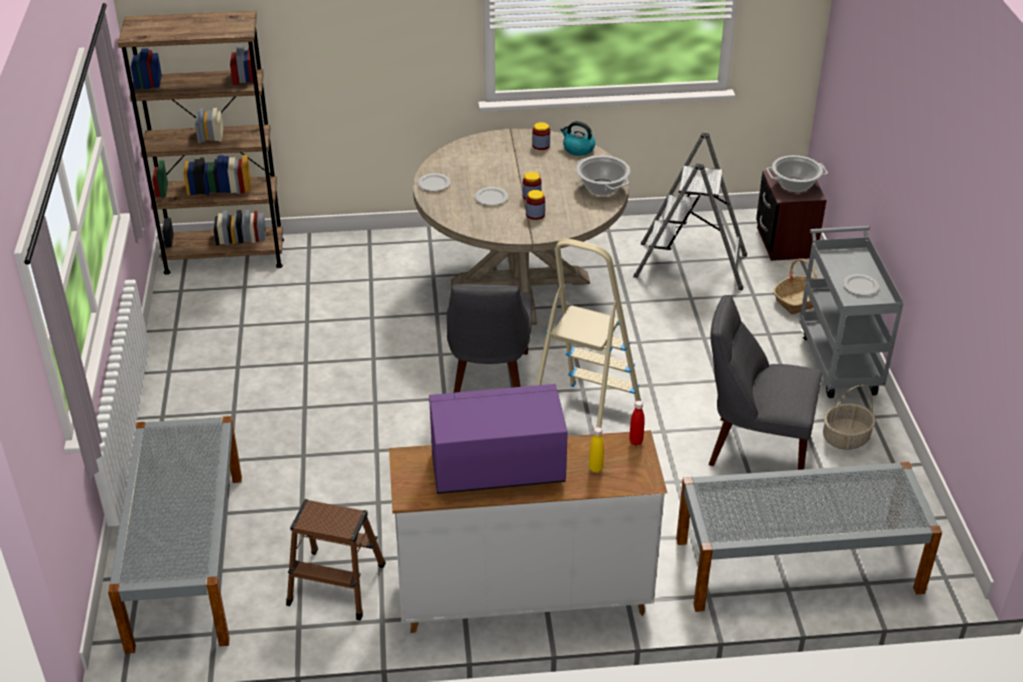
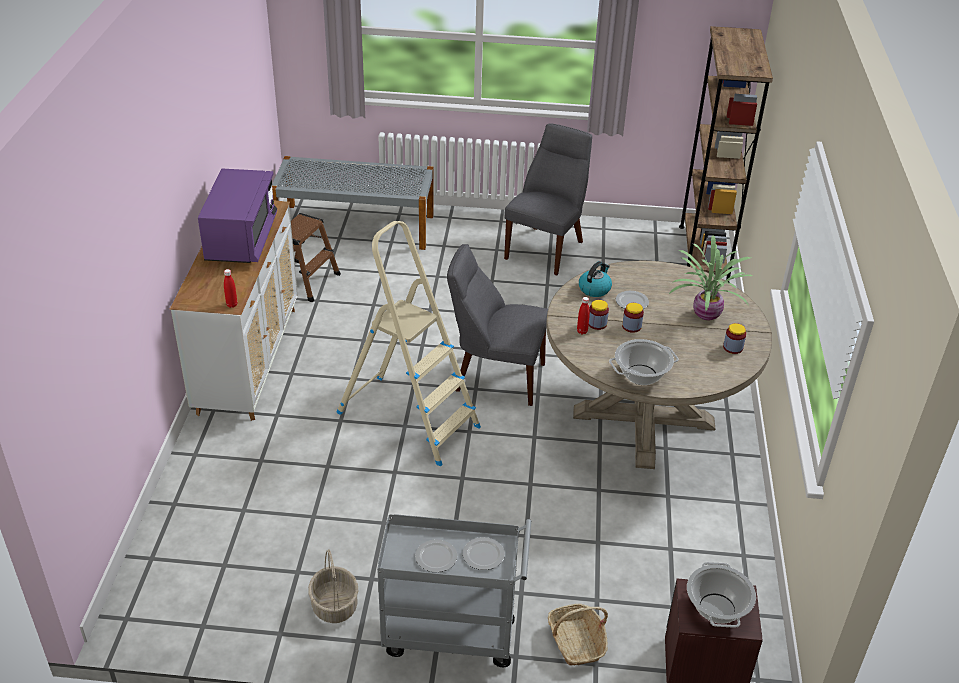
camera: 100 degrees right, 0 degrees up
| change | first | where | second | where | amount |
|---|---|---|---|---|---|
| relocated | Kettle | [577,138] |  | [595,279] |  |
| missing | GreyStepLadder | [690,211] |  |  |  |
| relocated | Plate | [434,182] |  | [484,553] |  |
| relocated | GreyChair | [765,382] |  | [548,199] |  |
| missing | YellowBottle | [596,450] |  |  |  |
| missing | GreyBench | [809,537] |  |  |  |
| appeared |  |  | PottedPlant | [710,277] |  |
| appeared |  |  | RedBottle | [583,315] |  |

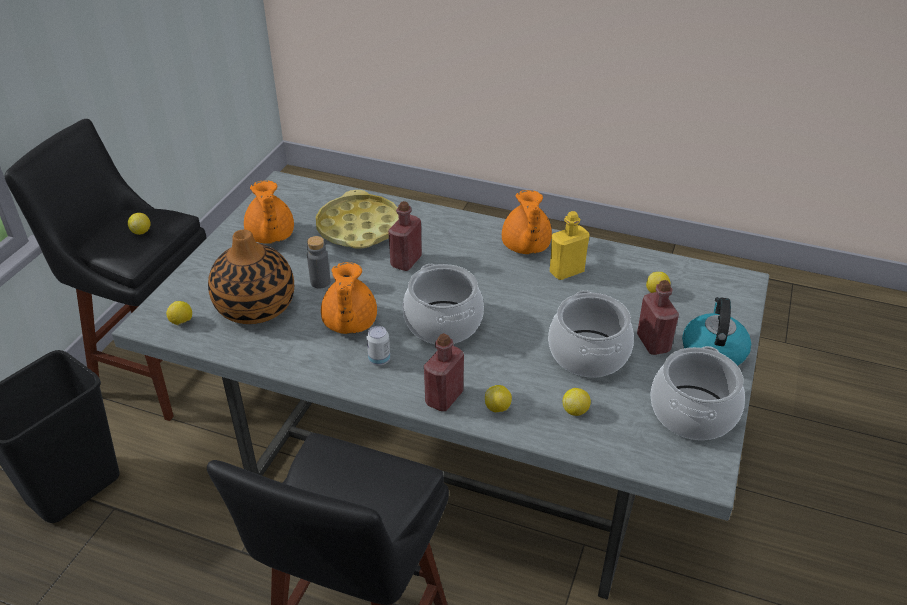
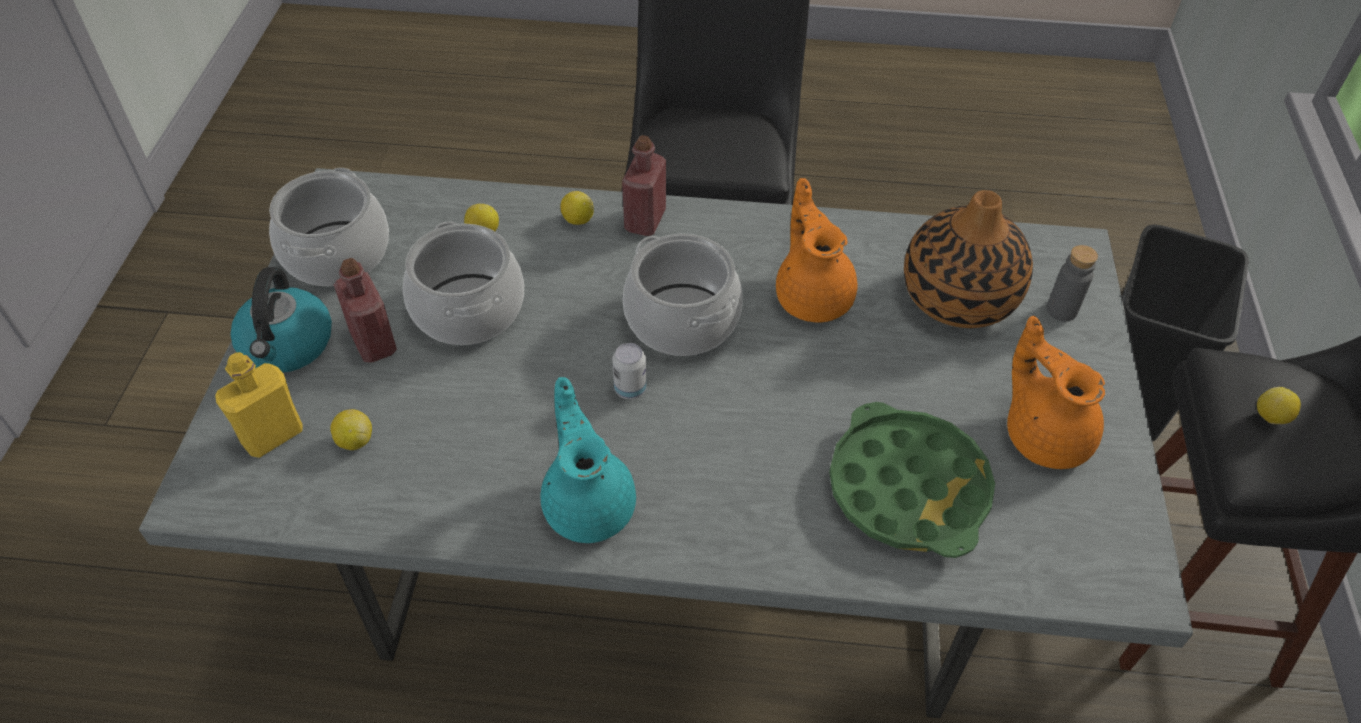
camera: 165 degrees right, 10 degrees up
| change | first | where | second | where | amount |
|---|---|---|---|---|---|
| colour | YellowTray | [357,219] | GreenTray | [912,480] |  |
| colour | OrangeTeapot | [527,222] | TurquoiseTeapot | [588,460] |  |
| missing | RedBottle | [405,236] |  |  |  |
| relocated | YellowBottle | [570,245] |  | [259,405] |  |
| relocated | GreyBottle | [319,262] |  | [1072,283] |  |
| missing | Lemon | [179,313] |  |  |  |
| relocated | Can | [378,345] |  | [629,371] |  |

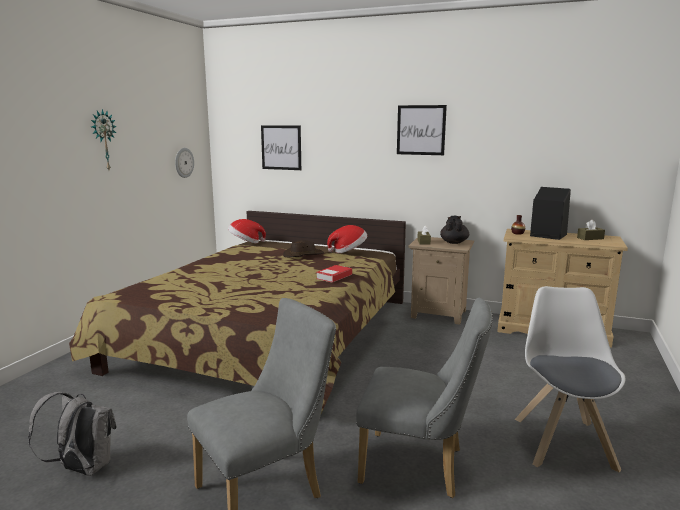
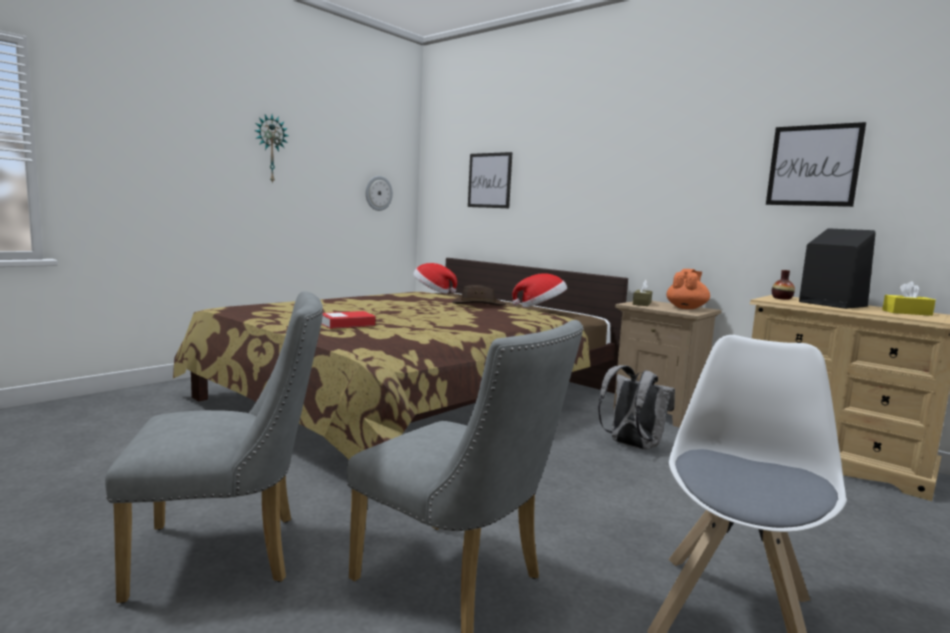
camera: 20 degrees right, 5 degrees down
| change | first | where | second | where | amount |
|---|---|---|---|---|---|
| relocated | Picture | [422,130] |  | [816,164] |  |
| colour | BlackTeapot | [454,230] | OrangeTeapot | [688,289] |  |
| colour | BrownTissueBox | [591,230] | YellowTissueBox | [909,298] |  |
| relocated | Book | [334,274] |  | [348,320] |  |
| relocated | GreyBackpack | [72,434] |  | [636,407] |  |

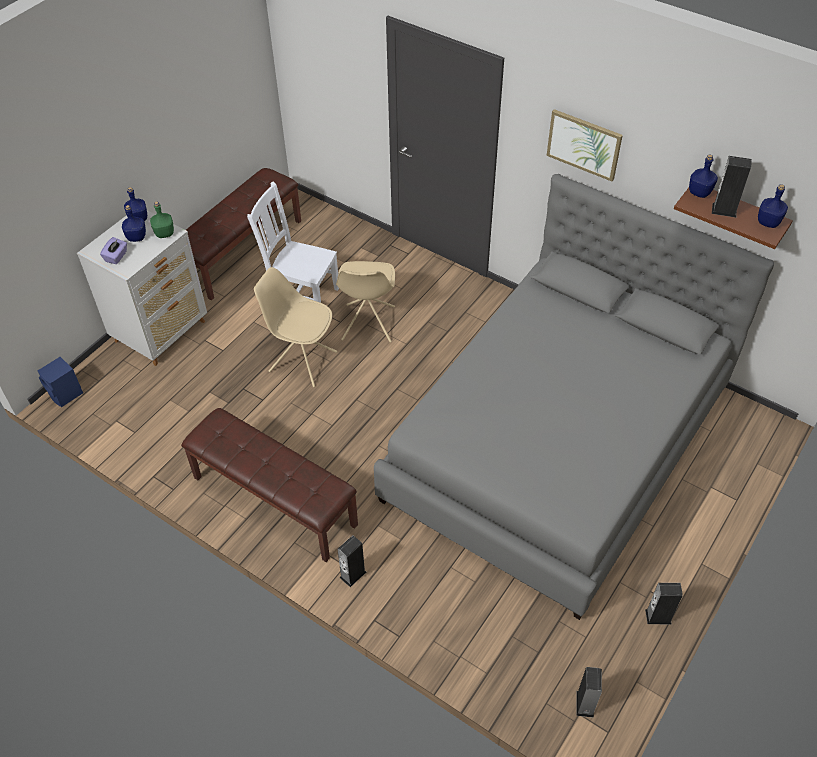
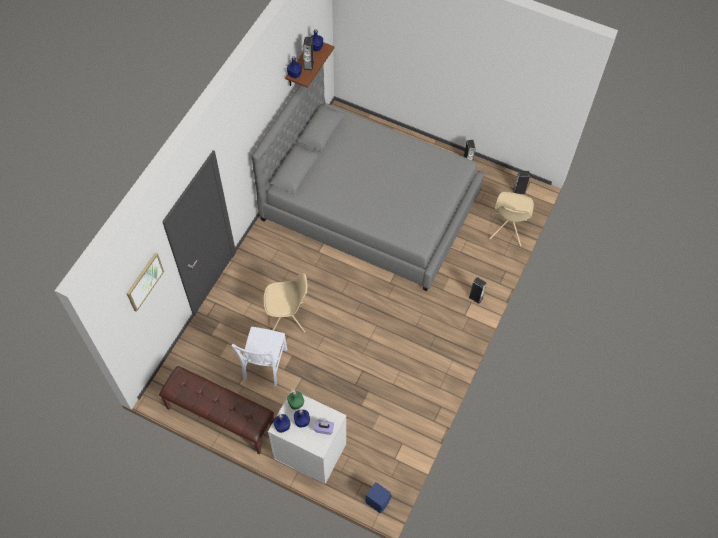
camera: 100 degrees left, 10 degrees up
| change | first | where | second | where | amount |
|---|---|---|---|---|---|
| relocated | Picture | [585,145] |  | [145,282] |  |
| relocated | BeigeChair | [295,327] |  | [511,219] |  |
| missing | BrownBench | [269,485] |  |  |  |

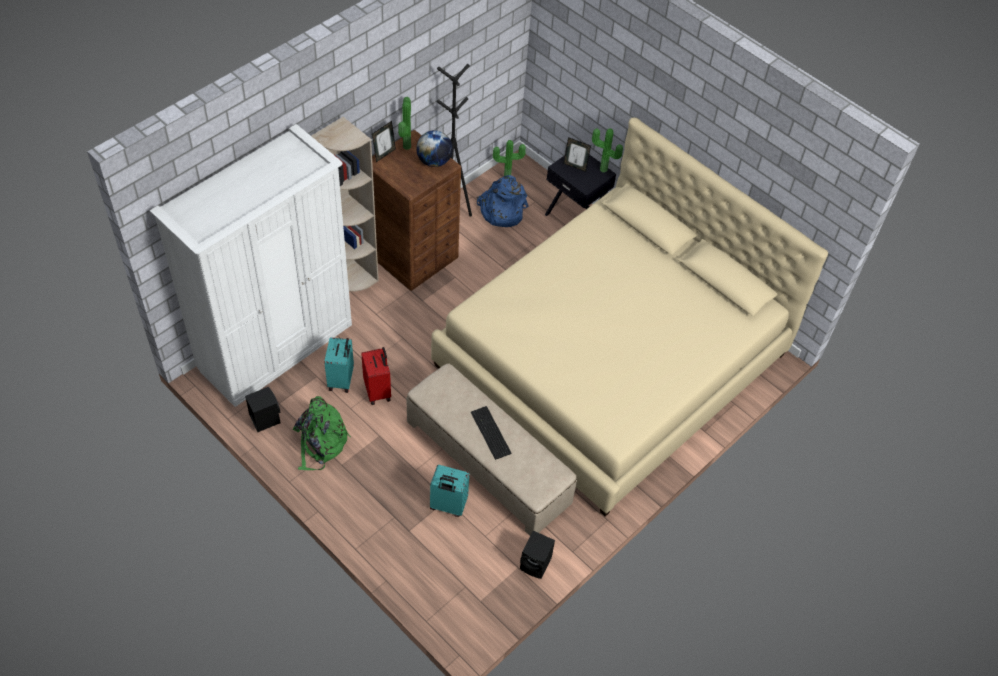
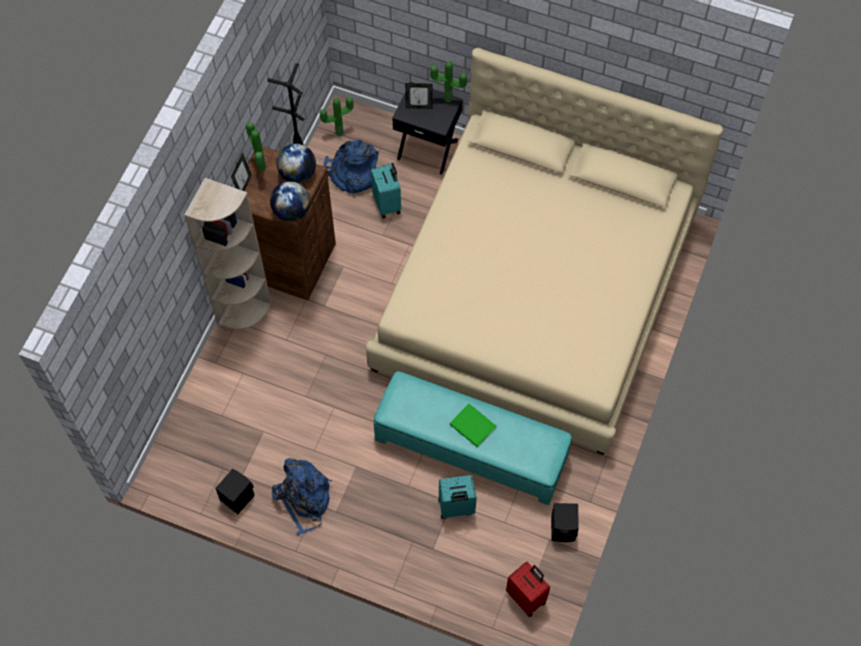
camera: 20 degrees left, 10 degrees up
| change | first | where | second | where | amount |
|---|---|---|---|---|---|
| missing | WhiteWardrobe | [251,265] |  |  |  |
| relocated | TurquoiseSuitcase | [339,365] |  | [386,190] |  |
| relocated | RedSuitcase | [376,376] |  | [528,589] |  |
| colour | BeigeBench | [491,450] | TurquoiseBench | [473,438] |  |
| colour | GreenBackpack | [322,433] | BlueBackpack | [302,496] |  |
| exchanged | Keyboard | [491,433] | GreenBook | [472,425] |  |
| appeared |  |  | Globe | [290,201] |  |

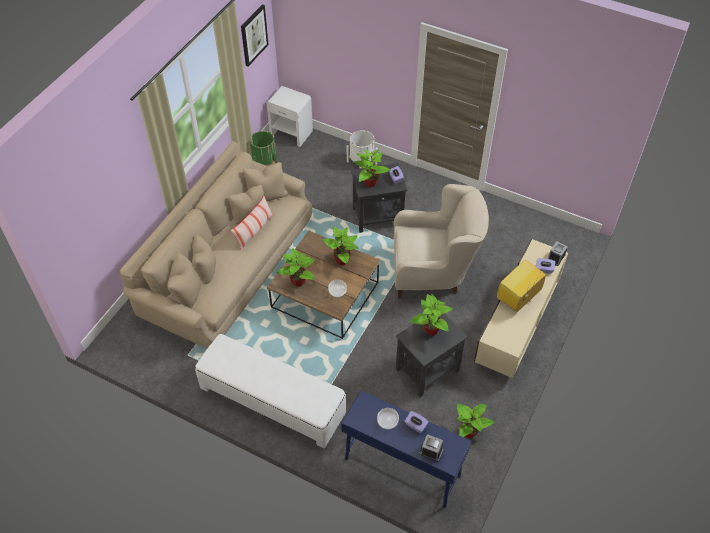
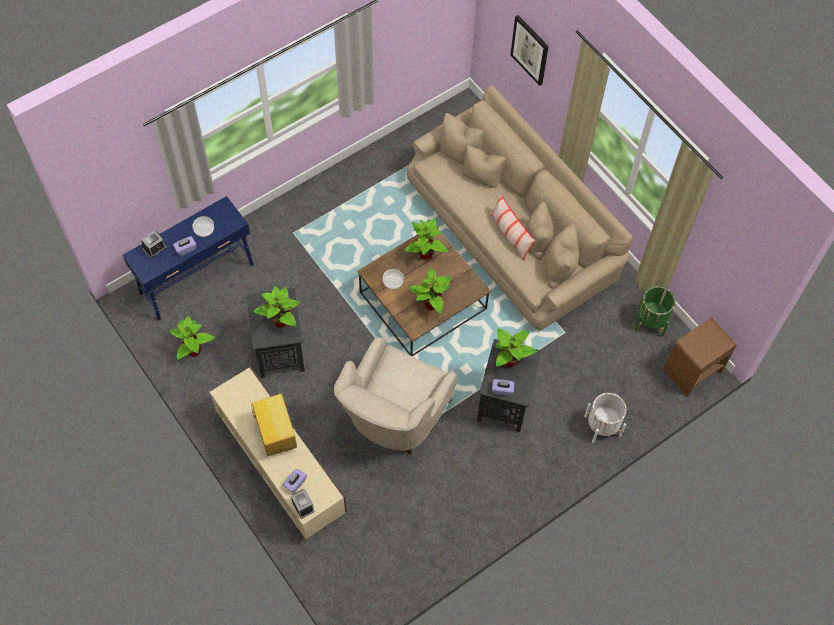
camera: 115 degrees right, 10 degrees up
| change | first | where | second | where | amount |
|---|---|---|---|---|---|
| relocated | Picture | [255,35] |  | [529,50] |  |
| colour | WhiteNightstand | [290,116] | BrownNightstand | [700,357] |  |
| missing | WhiteBench | [270,391] |  |  |  |

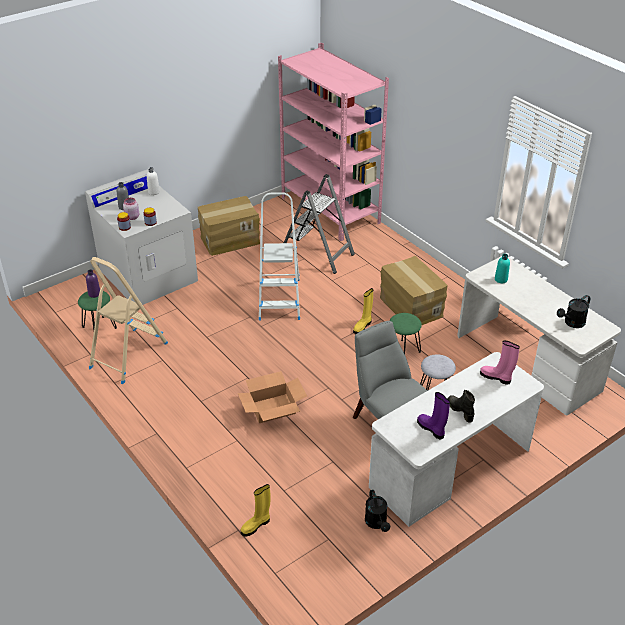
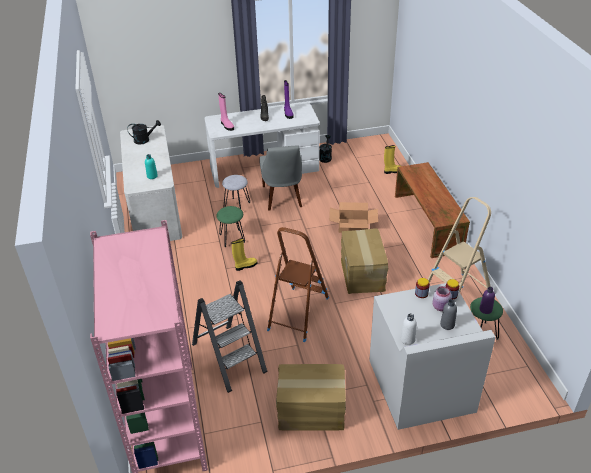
camera: 155 degrees left, 0 degrees up
| change | first | where | second | where | amount |
|---|---|---|---|---|---|
| colour | WhiteStepLadder | [279,256] | BrownStepLadder | [298,284] |  |
| relocated | CardboardBox | [413,290] |  | [364,261] |  |
| appeared |  |  | BrownBench | [432,210] |  |

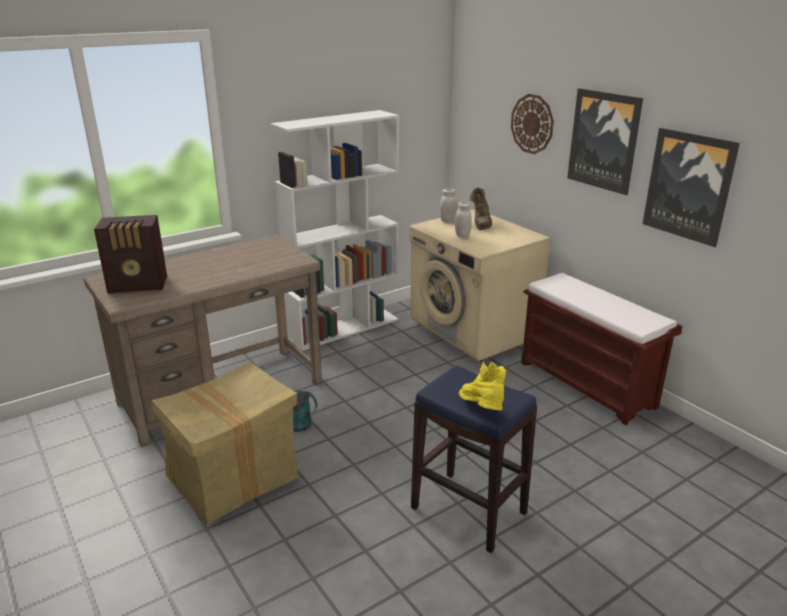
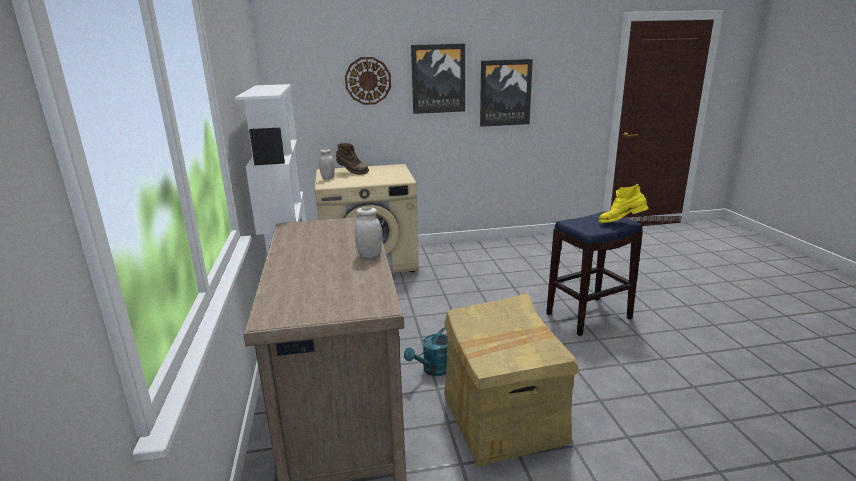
camera: 65 degrees left, 5 degrees down
| change | first | where | second | where | amount |
|---|---|---|---|---|---|
| relocated | WhiteJar | [463,220] |  | [368,232] |  |
| missing | Radio | [130,254] |  |  |  |
| missing | BrownBench | [601,349] |  |  |  |

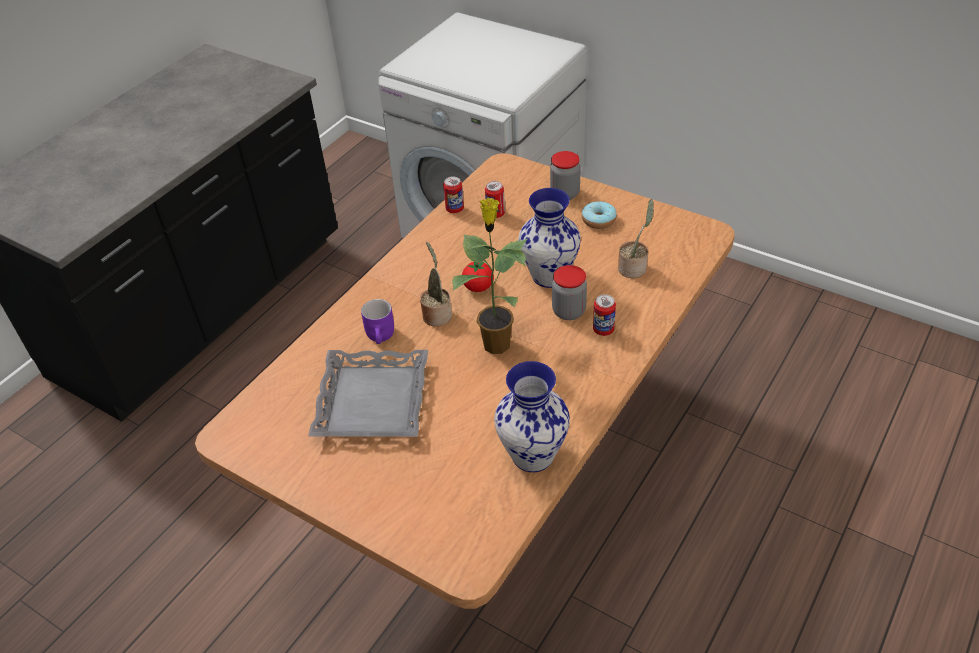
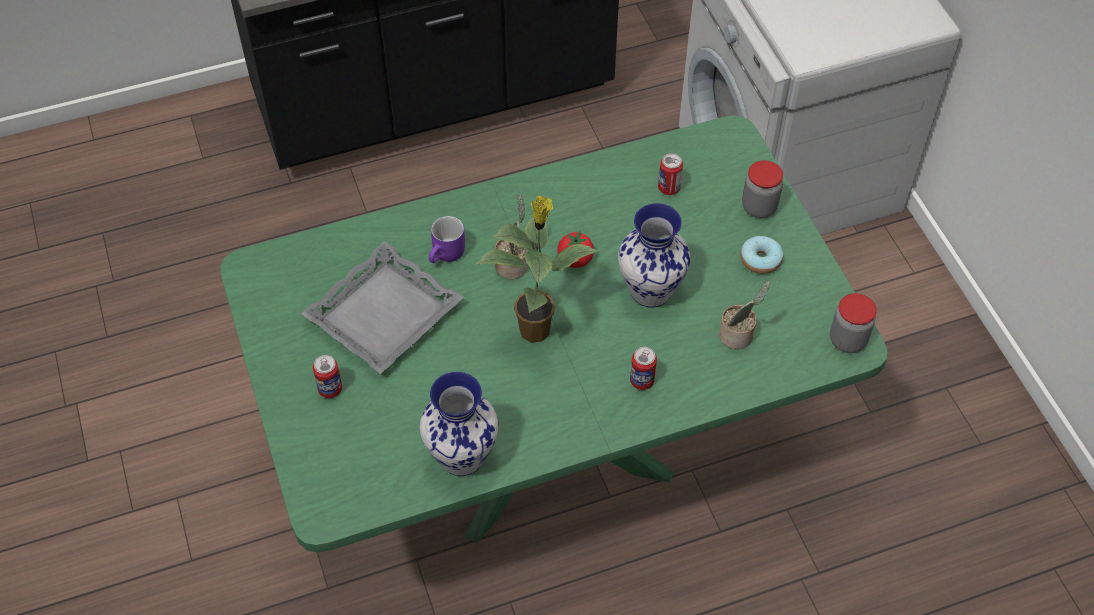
camera: 35 degrees right, 10 degrees up
| change | first | where | second | where | amount |
|---|---|---|---|---|---|
| colour | BrownDiningTable | [465,381] | GreenDiningTable | [554,334] |  |
| relocated | Can | [453,194] |  | [327,376] |  |
| relocated | Jar | [569,292] |  | [853,323] |  |

